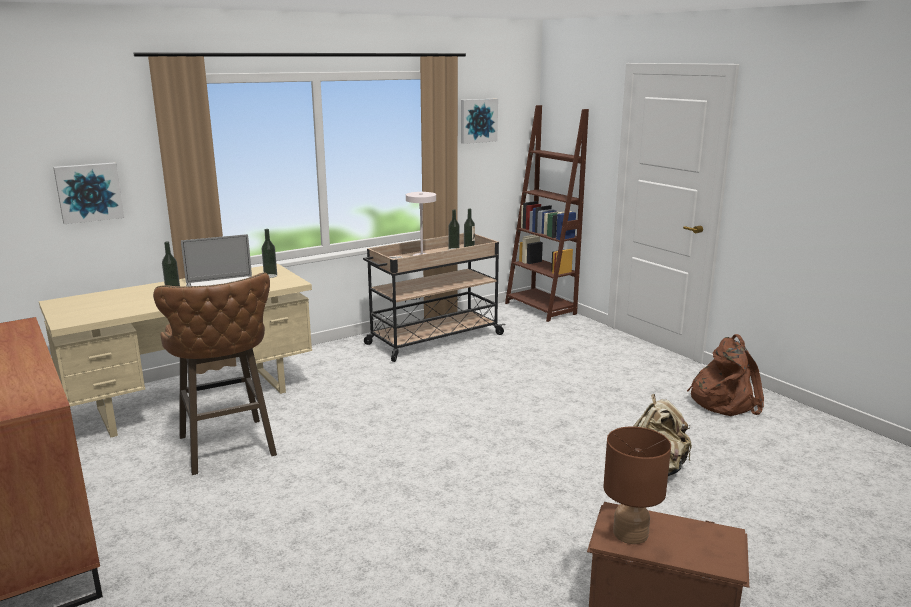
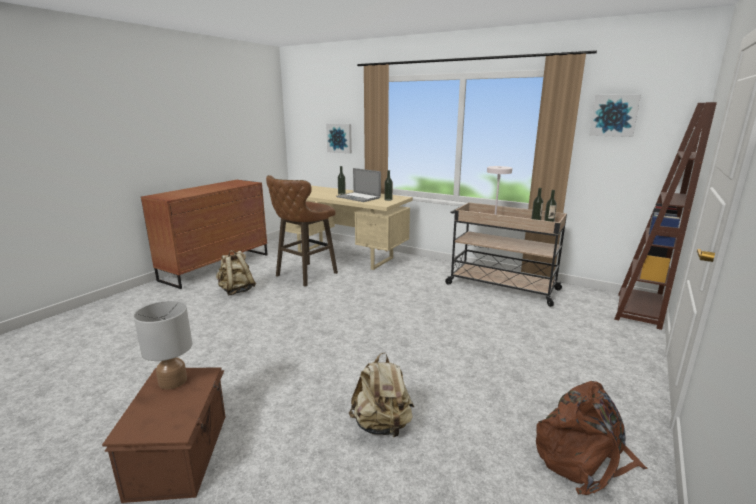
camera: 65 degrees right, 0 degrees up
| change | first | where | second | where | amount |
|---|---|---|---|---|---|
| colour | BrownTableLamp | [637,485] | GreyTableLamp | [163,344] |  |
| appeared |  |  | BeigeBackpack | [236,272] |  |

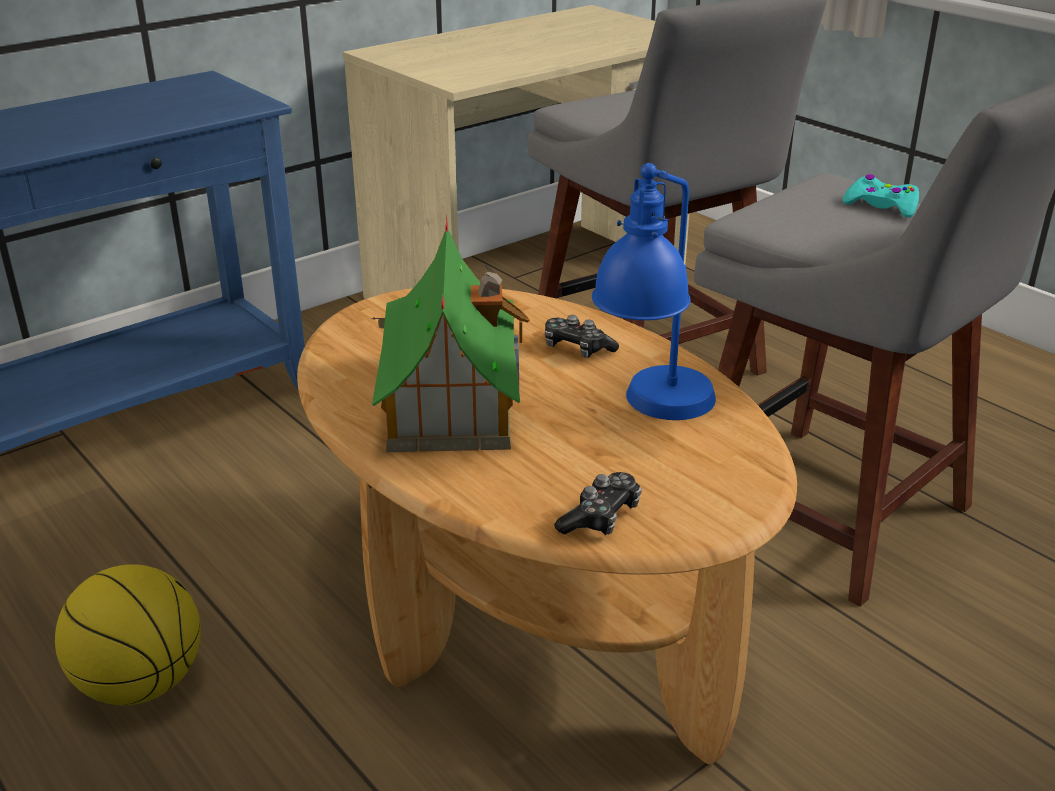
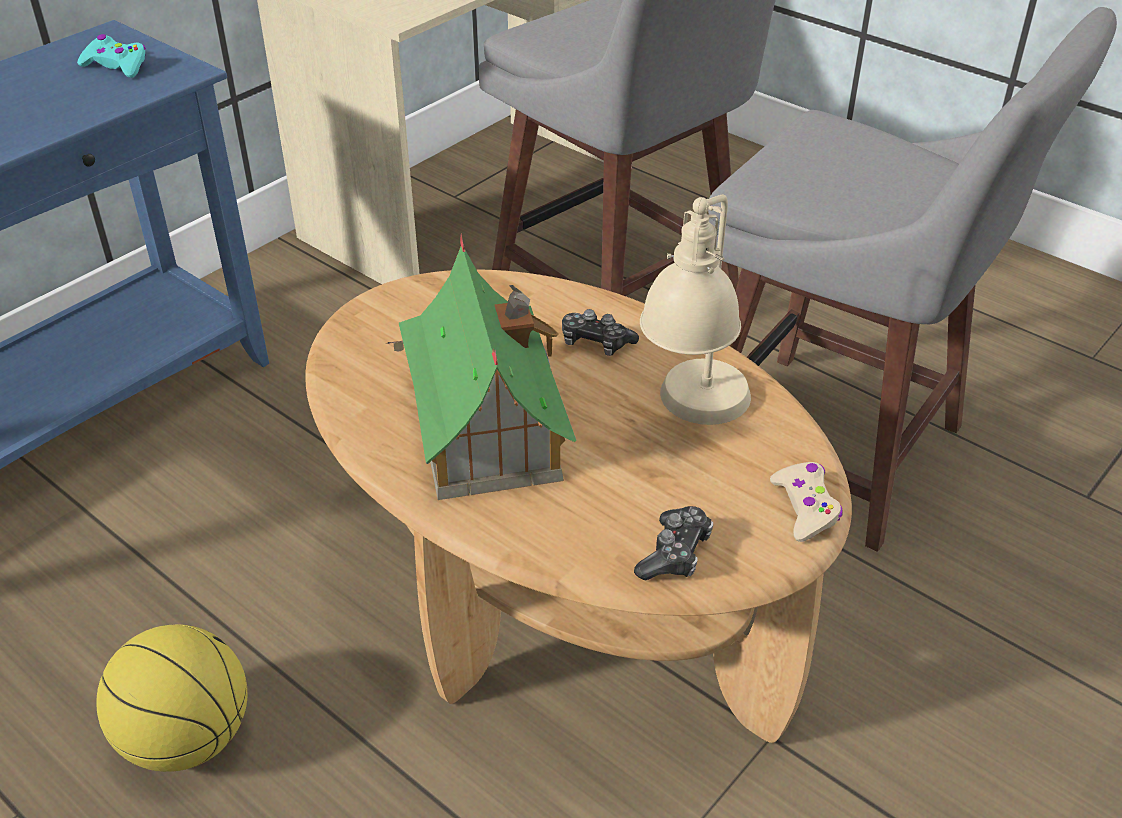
camera: 10 degrees left, 10 degrees up
| change | first | where | second | where | amount |
|---|---|---|---|---|---|
| colour | BlueTableLamp | [654,291] | BeigeTableLamp | [695,310] |  |
| relocated | TurquoiseGameController | [881,196] |  | [111,56] |  |
| appeared |  |  | BeigeGameController | [806,502] |  |

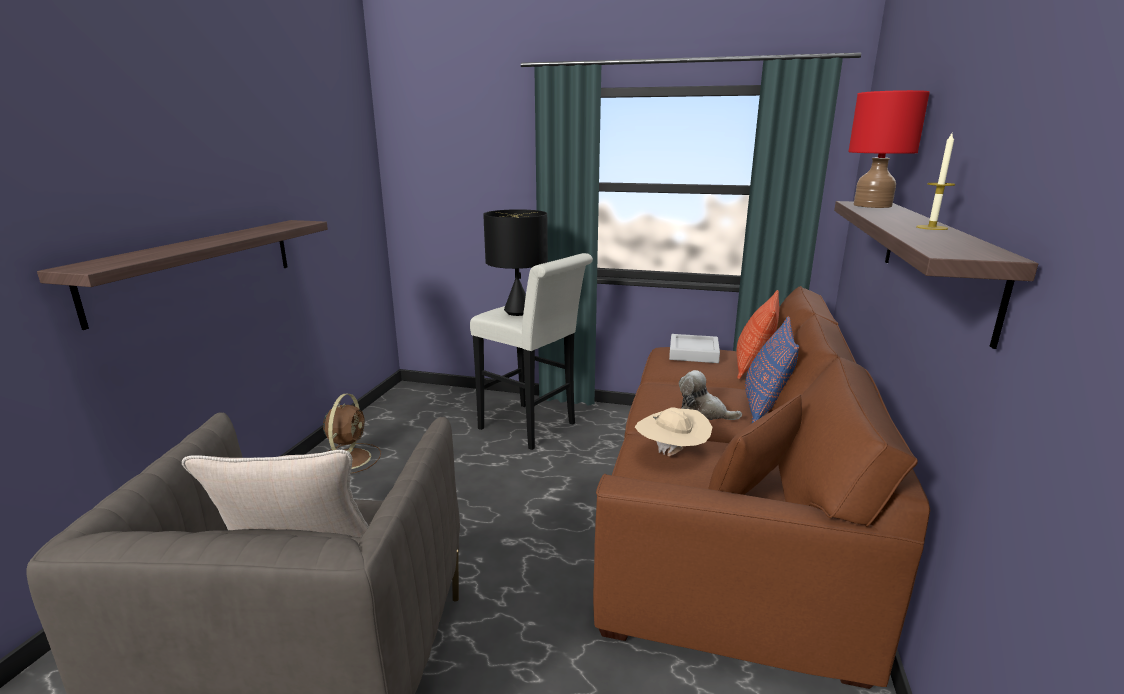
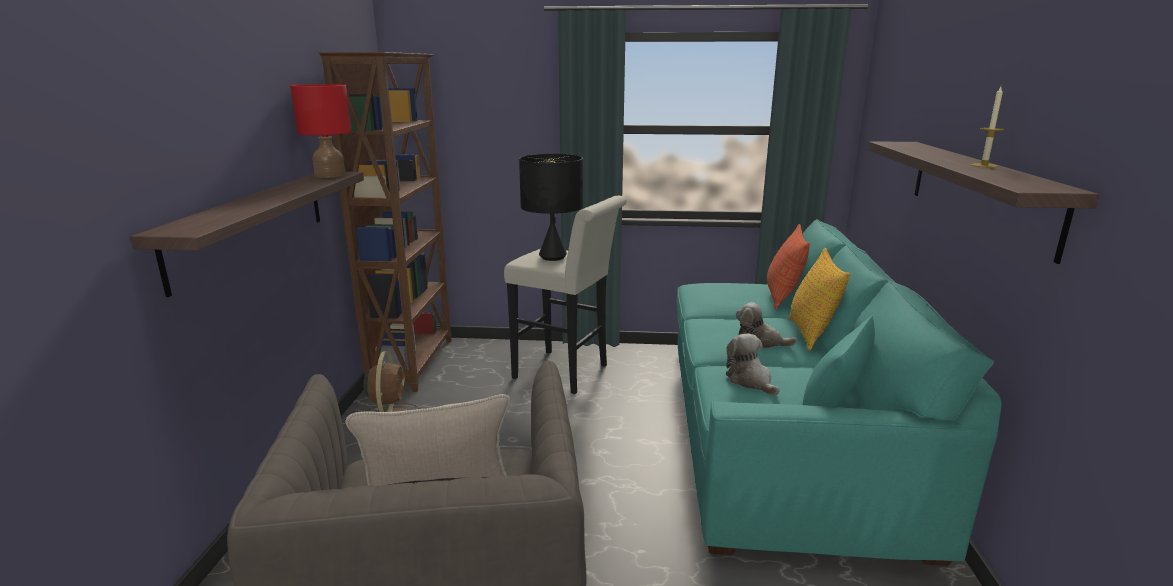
camera: 10 degrees left, 0 degrees up
| change | first | where | second | where | amount |
|---|---|---|---|---|---|
| relocated | RedTableLamp | [889,149] |  | [321,131] |  |
| colour | BrownSofa | [761,487] | TurquoiseSofa | [839,392] |  |
| colour | BluePillow | [772,369] | YellowPillow | [819,299] |  |
| missing | GreyTray | [694,348] |  |  |  |
| exchanged | BeigeHat | [673,432] | PlushToy | [753,364] |  |
| appeared |  |  | BrownBookcase | [385,222] |  |

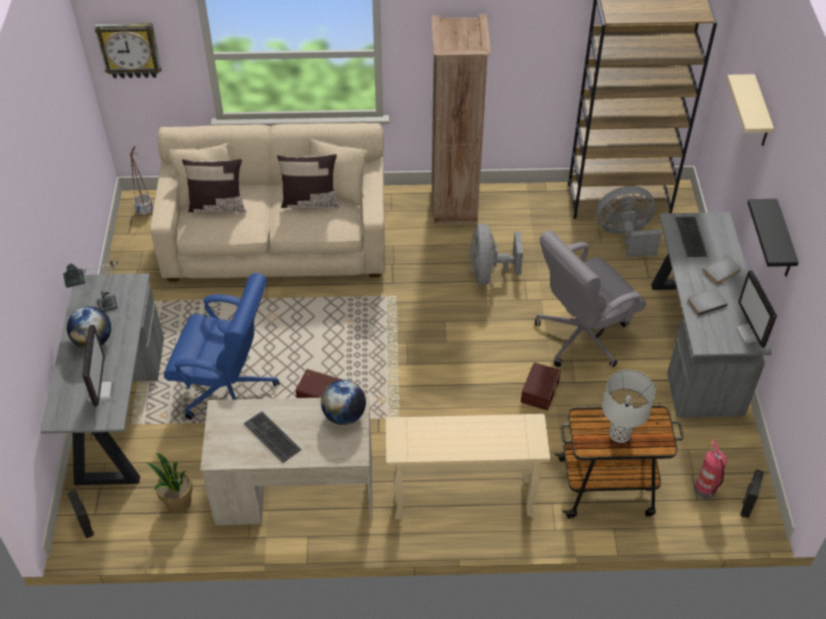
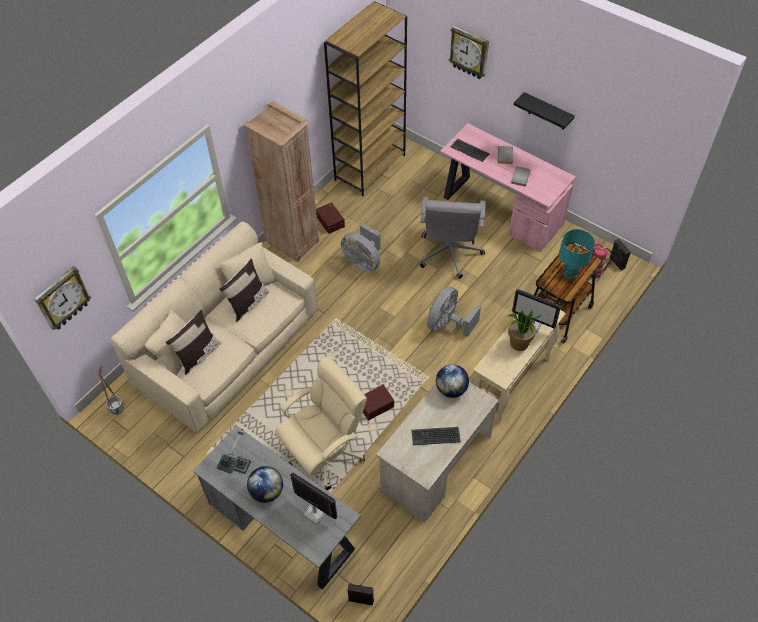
camera: 50 degrees left, 5 degrees up
| change | first | where | second | where | amount |
|---|---|---|---|---|---|
| exchanged | BeigeShelf | [750,110] | WallClock | [469,52] |  |
| relocated | GreyFan | [629,221] |  | [454,311] |  |
| colour | GreyDesk | [711,315] | PinkDesk | [508,188] |  |
| relocated | Monitor | [756,309] |  | [536,311] |  |
| colour | BlueOfficeChair | [222,346] | BeigeOfficeChair | [321,423] |  |
| relocated | BrownStorageBox | [541,386] |  | [330,218] |  |
| colour | WhiteTableLamp | [628,406] | TurquoiseTableLamp | [577,254] |  |
| relocated | PottedPlant | [169,483] |  | [524,330] |  |

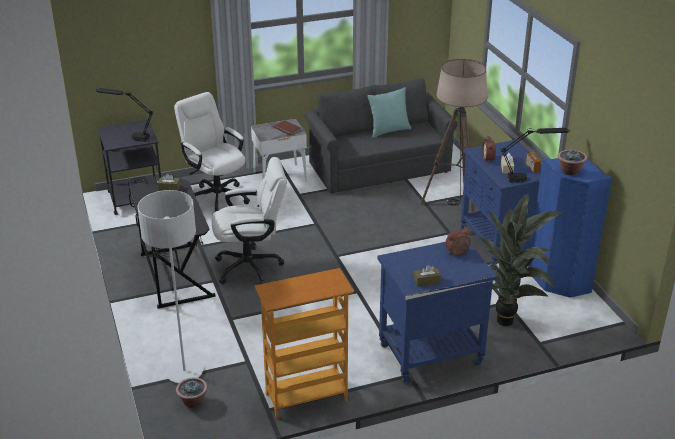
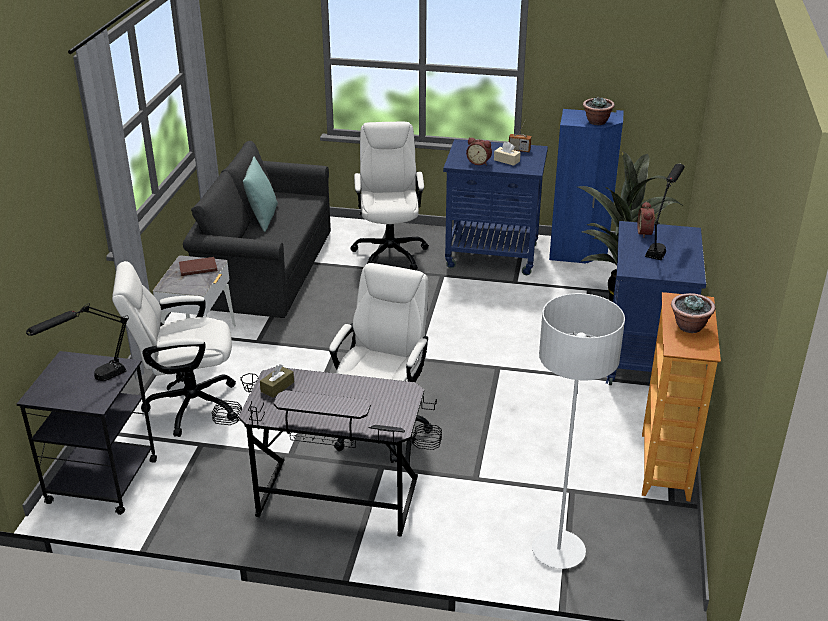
camera: 60 degrees left, 0 degrees up
| change | first | where | second | where | amount |
|---|---|---|---|---|---|
| exchanged | FloorLamp | [454,135] | WhiteOfficeChair | [390,196] |  |
| relocated | BlackTableLamp | [535,155] |  | [665,212] |  |
| missing | BrownTissueBox | [427,276] |  |  |  |
| relocated | PottedPlant | [191,393] |  | [693,313] |  |

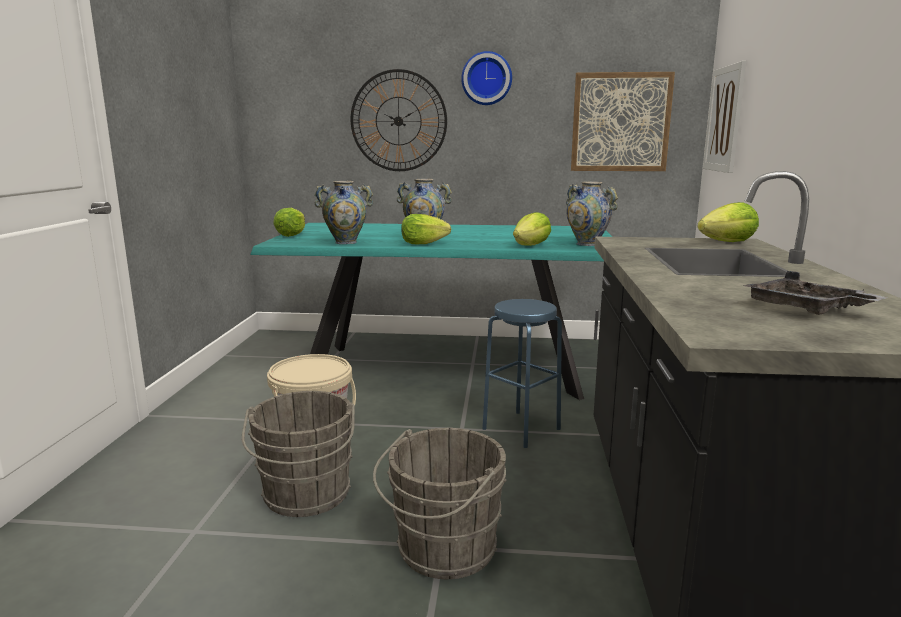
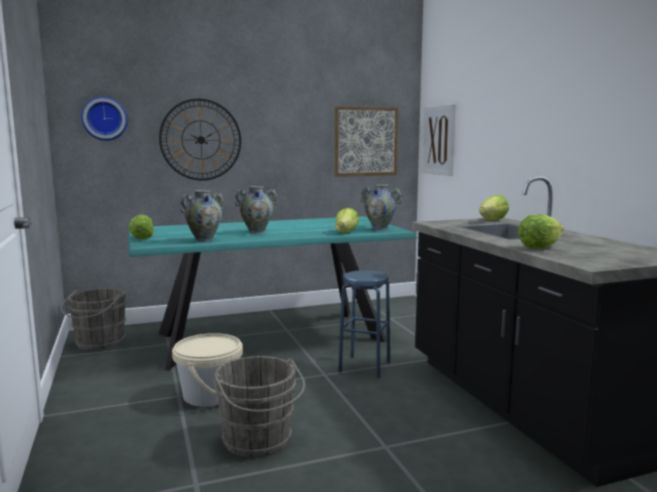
camera: 25 degrees left, 5 degrees down
| change | first | where | second | where | amount |
|---|---|---|---|---|---|
| relocated | WallClock | [486,78] |  | [104,118] |  |
| relocated | Lettuce | [426,229] |  | [541,232] |  |
| missing | GreyTray | [815,293] |  |  |  |
| relocated | GreyBucket | [439,503] |  | [93,319] |  |

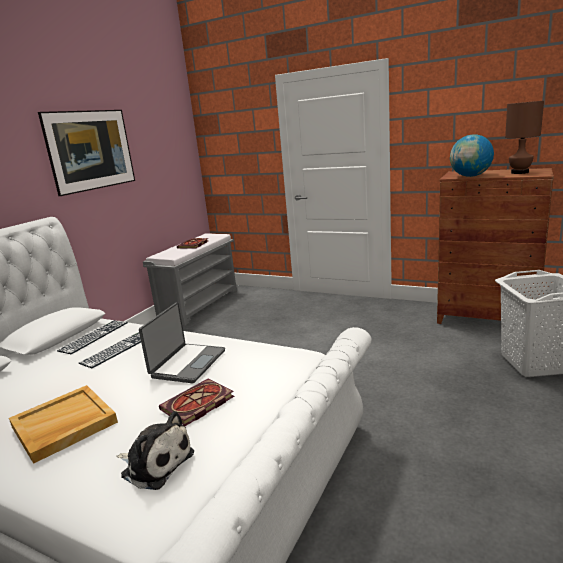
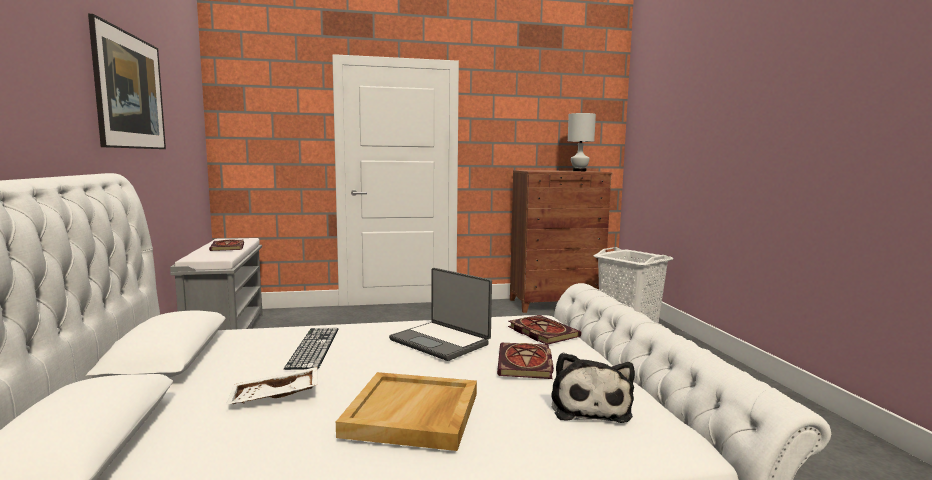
camera: 40 degrees left, 10 degrees down
| change | first | where | second | where | amount |
|---|---|---|---|---|---|
| colour | BrownTableLamp | [524,137] | WhiteTableLamp | [582,142] |  |
| missing | Globe | [472,155] |  |  |  |
| spun | Laptop | [182,343] |  | [440,314] | 150 degrees clockwise |
| missing | Keyboard | [92,337] |  |  |  |
| spun | PlushToy | [155,450] |  | [593,388] | 105 degrees clockwise |
| appeared |  |  | Book | [544,329] |  |
| appeared |  |  | WhiteTray | [271,386] |  |

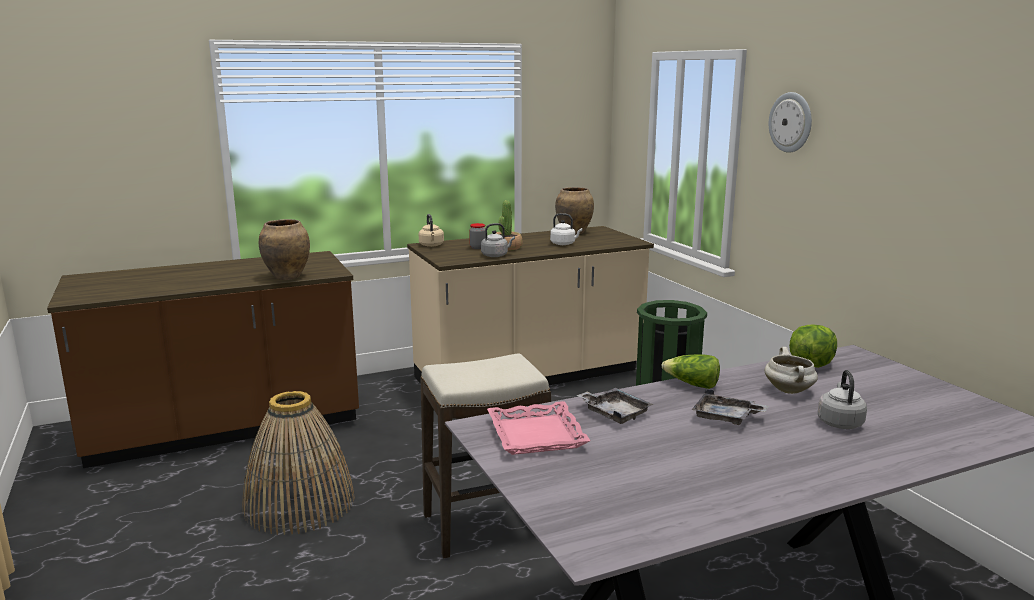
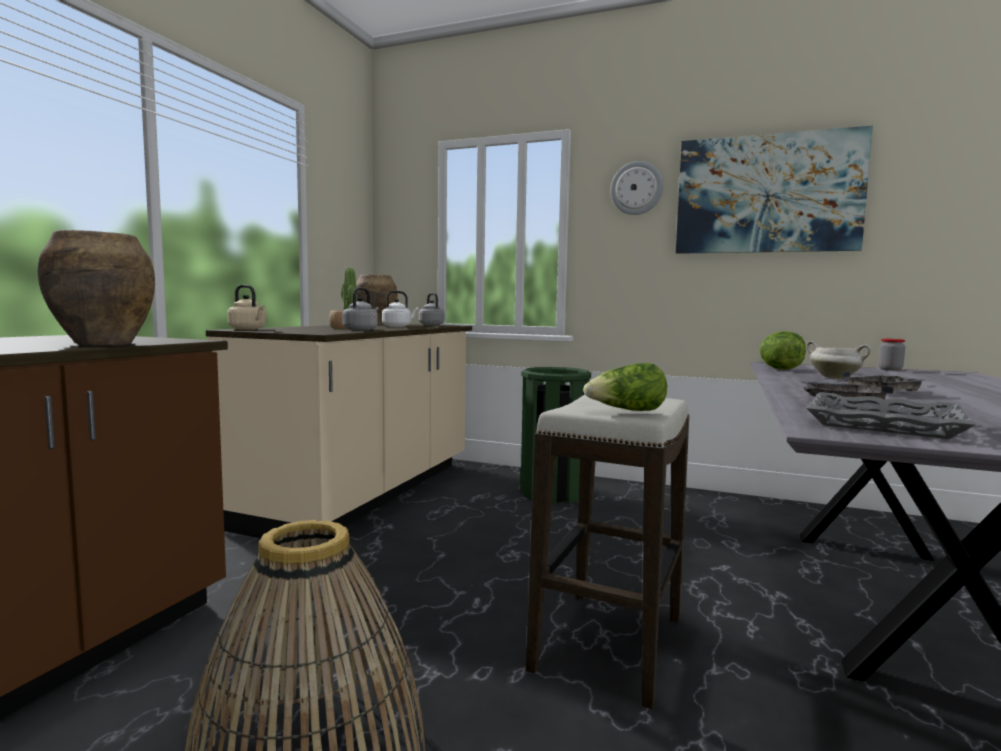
camera: 45 degrees left, 10 degrees down
| change | first | where | second | where | amount |
|---|---|---|---|---|---|
| relocated | Jar | [477,236] |  | [891,355] |  |
| relocated | Lettuce | [691,371] |  | [625,387] |  |
| relocated | GreyKettle | [842,399] |  | [431,309] |  |
| colour | PinkTray | [539,428] | GreyTray | [891,415] |  |
| appeared |  |  | Picture | [774,190] |  |

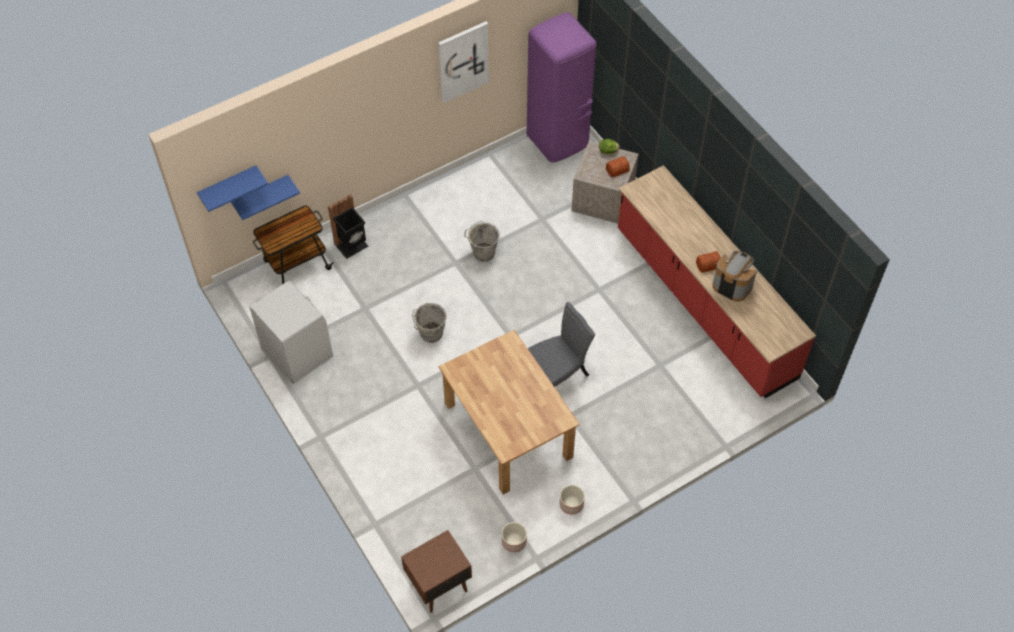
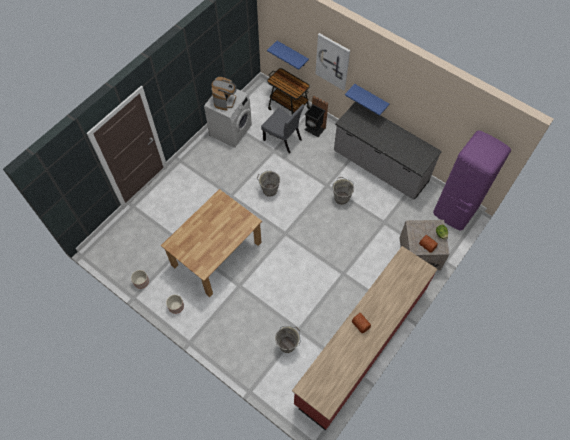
camera: 70 degrees right, 5 degrees up
| change | first | where | second | where | amount |
|---|---|---|---|---|---|
| relocated | Picture | [463,62] |  | [332,62] |  |
| relocated | BlueShelf | [232,189] |  | [367,100] |  |
| relocated | CoffeeMachine | [734,276] |  | [224,94] |  |
| relocated | GreyChair | [561,344] |  | [282,128] |  |
| missing | BrownNightstand | [436,571] |  |  |  |
| appeared |  |  | GreyCounter | [388,151] |  |
| appeared |  |  | GreyBucket | [287,339] |  |

